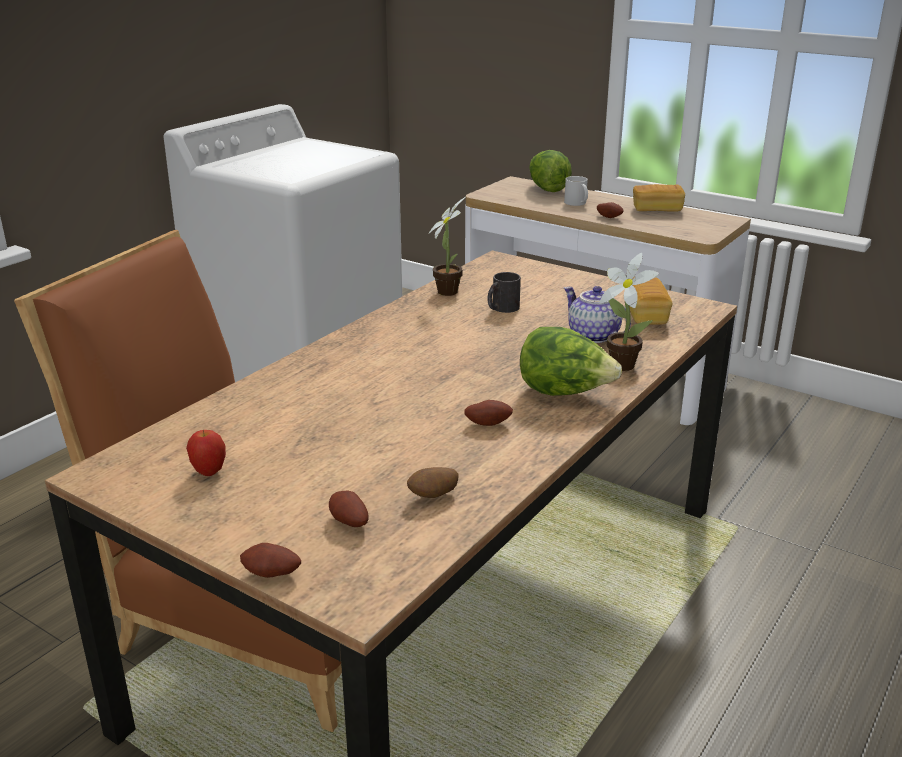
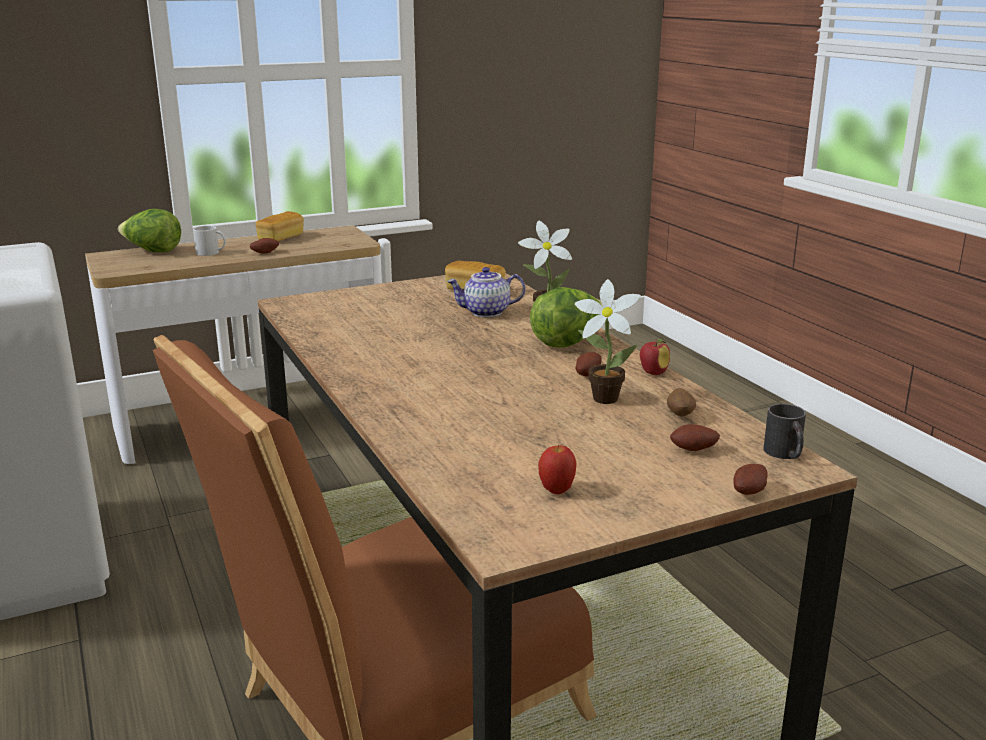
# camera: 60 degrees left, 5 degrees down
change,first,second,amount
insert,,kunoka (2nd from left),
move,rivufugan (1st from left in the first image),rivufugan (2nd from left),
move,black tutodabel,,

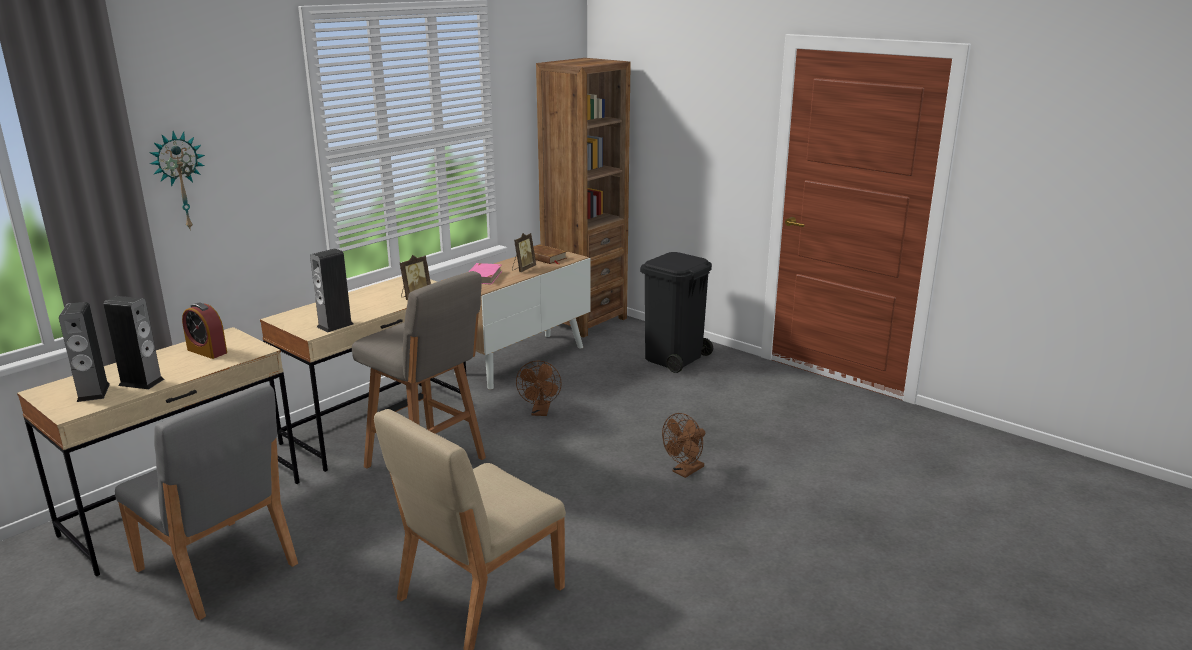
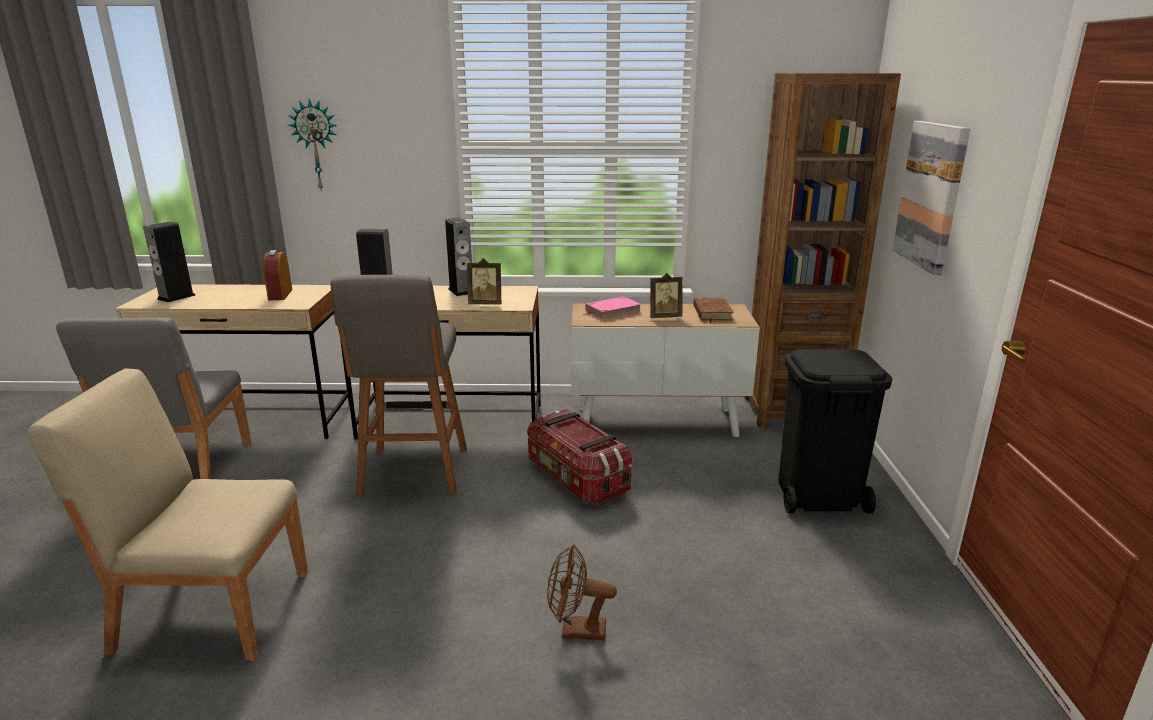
# camera: 50 degrees right, 0 degrees up
change,first,second,amount
insert,,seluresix,
move,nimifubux (2nd from left in the first image),nimifubux (3rd from left),
replace,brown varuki (1st from left),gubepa,

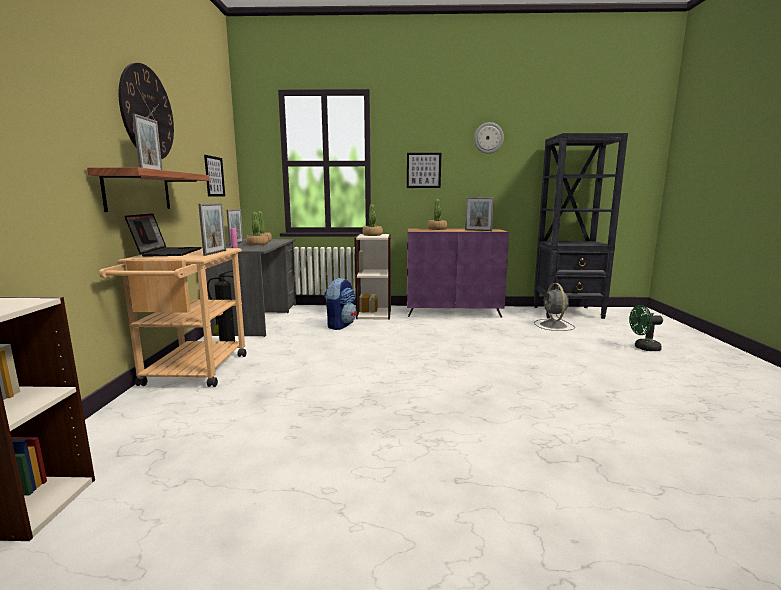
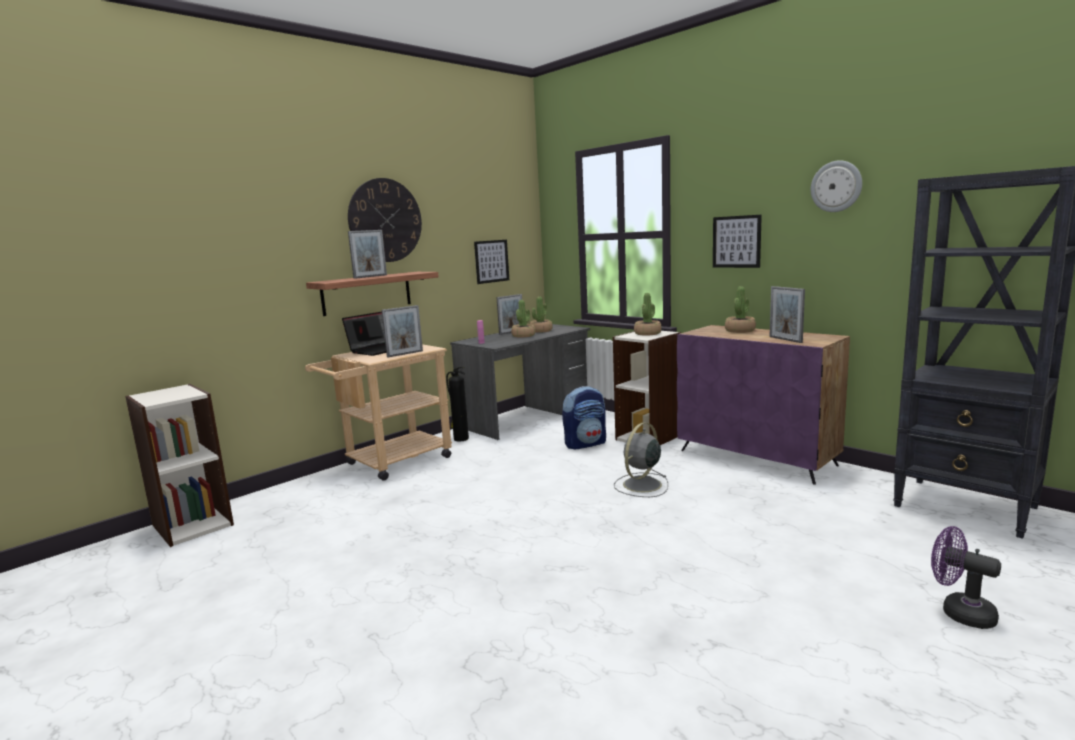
# camera: 45 degrees right, 0 degrees up
change,first,second,amount
move,grey varuki,,
recolor,green varuki,purple varuki,

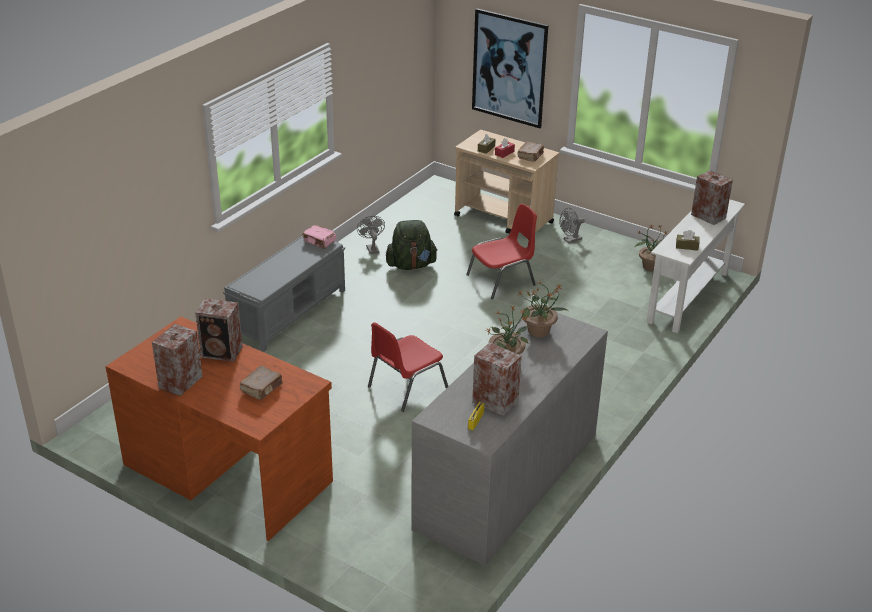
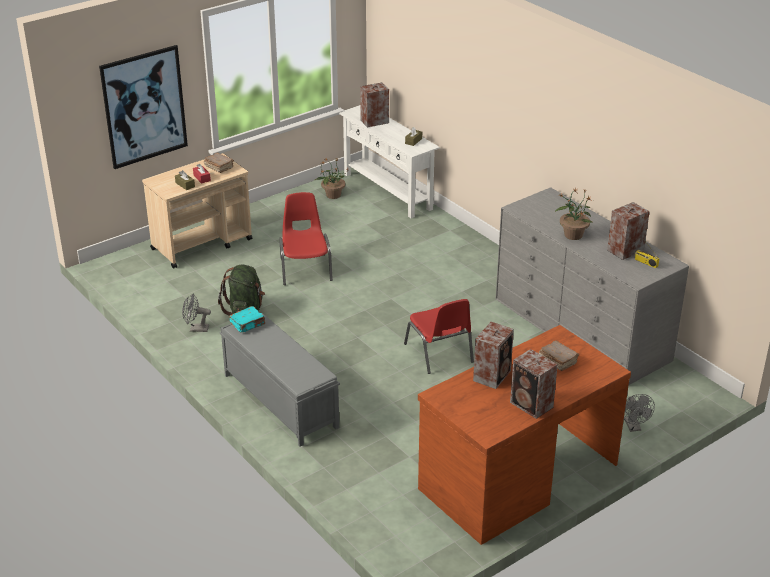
# camera: 70 degrees left, 0 degrees up
change,first,second,amount
delete,rivufugan (2nd from left),,
move,grey varuki (2nd from left),,
recolor,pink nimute,turquoise nimute,

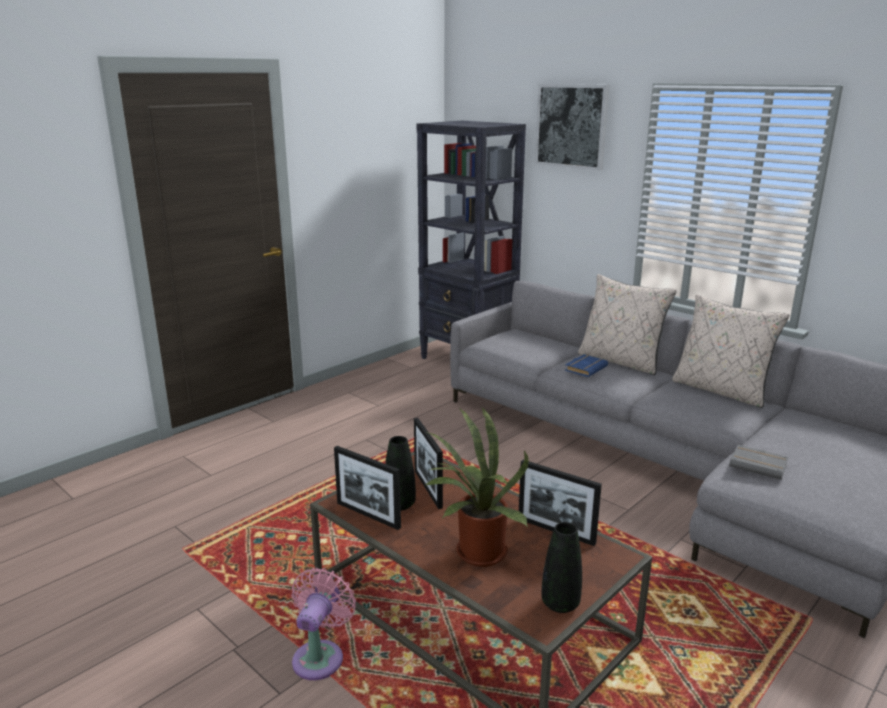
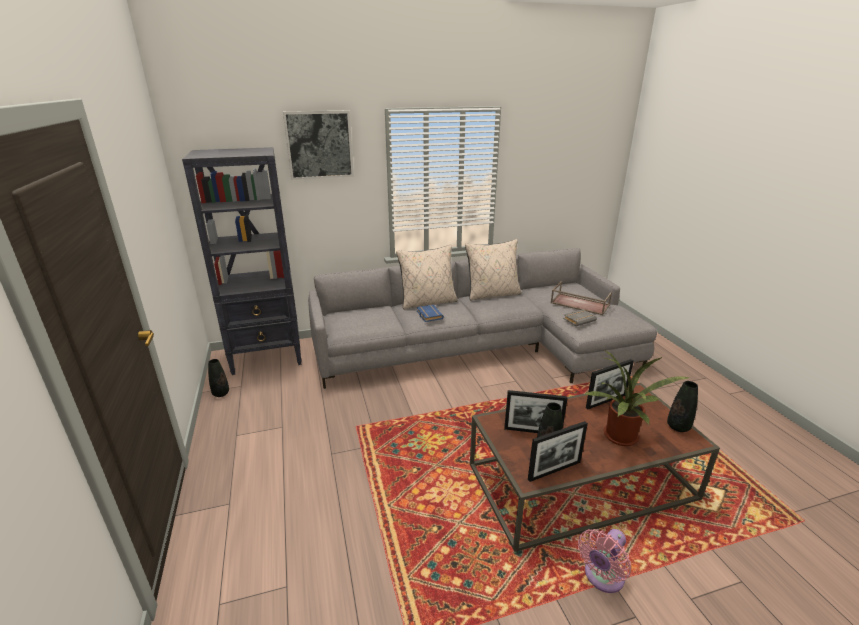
# camera: 60 degrees left, 5 degrees up
change,first,second,amount
insert,,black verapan (1st from left),
insert,,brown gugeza,
rotate,pink varuki,,90 degrees counterclockwise

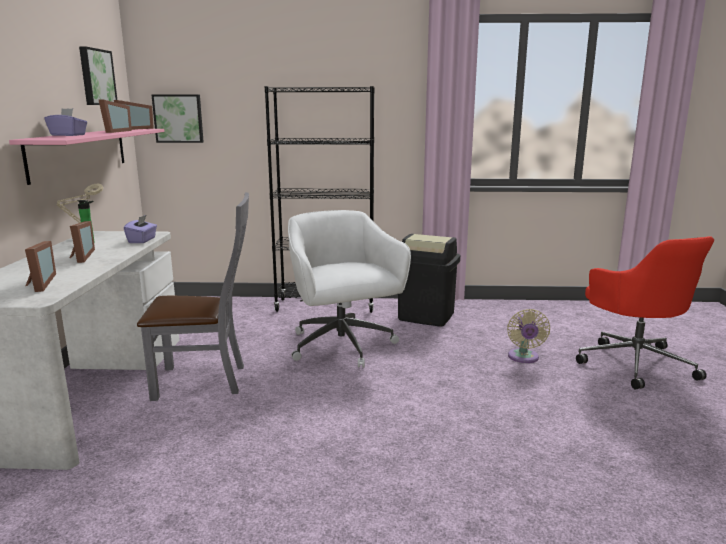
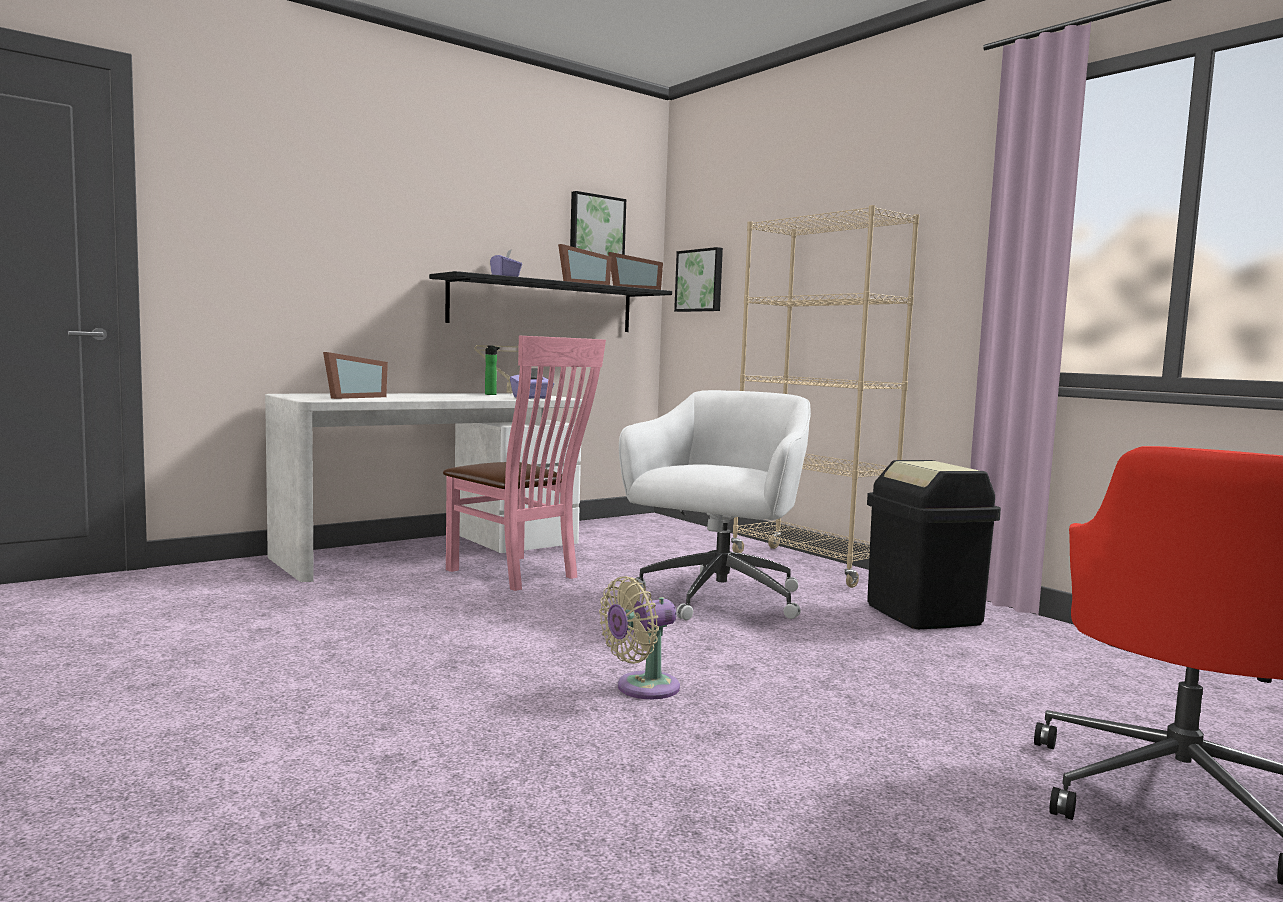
# camera: 50 degrees right, 10 degrees down
change,first,second,amount
delete,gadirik (2nd from left),,
move,beige varuki,,
recolor,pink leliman,black leliman,
recolor,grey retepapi,pink retepapi,
recolor,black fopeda,beige fopeda,

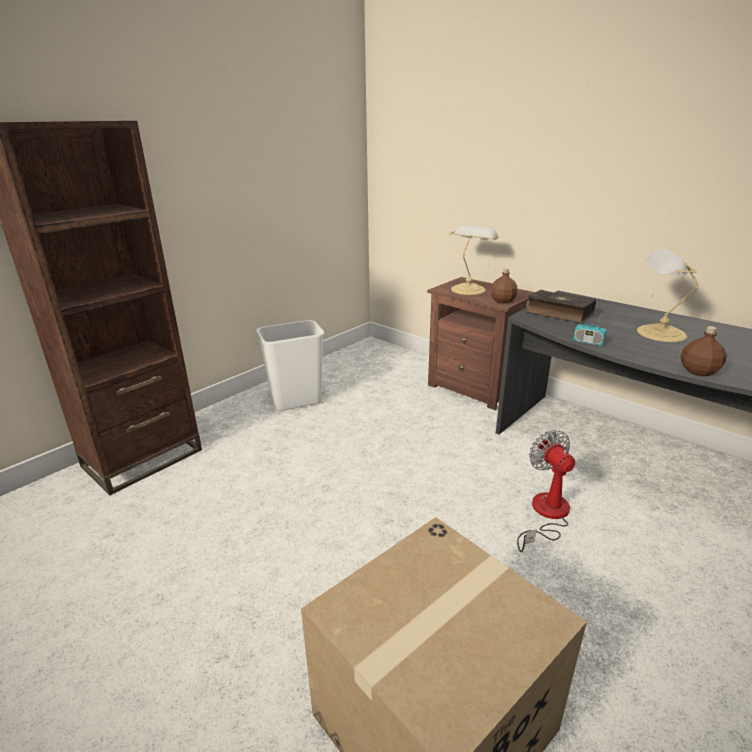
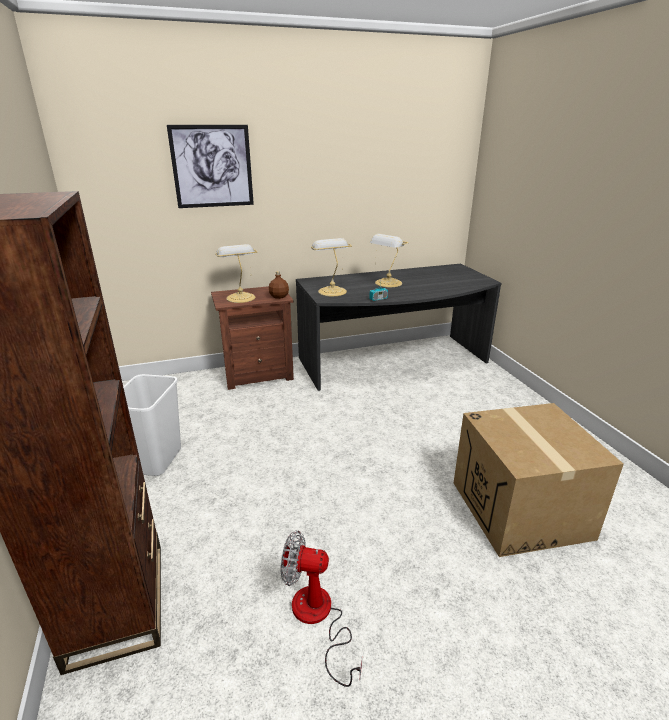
# camera: 60 degrees left, 0 degrees up
change,first,second,amount
delete,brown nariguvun (2nd from left),,
insert,,seluresix,
move,varuki,,
replace,nimute,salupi (2nd from left),

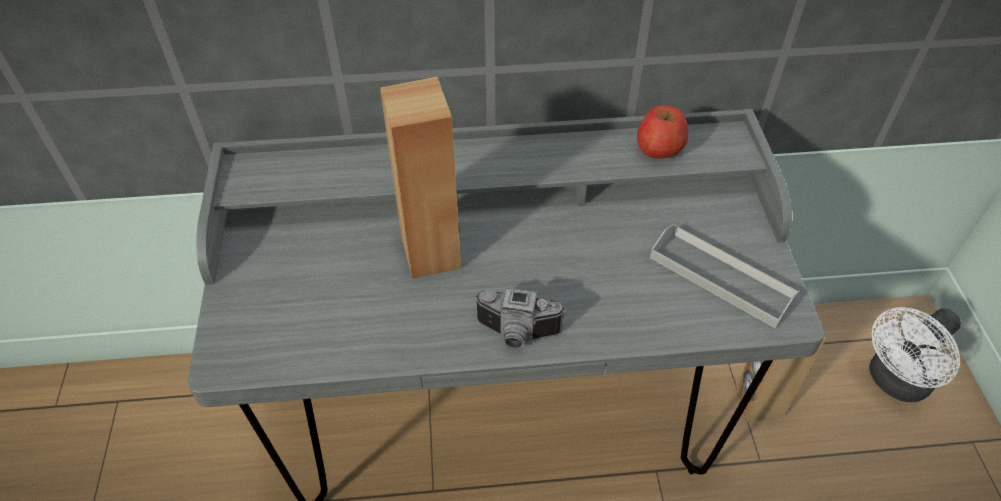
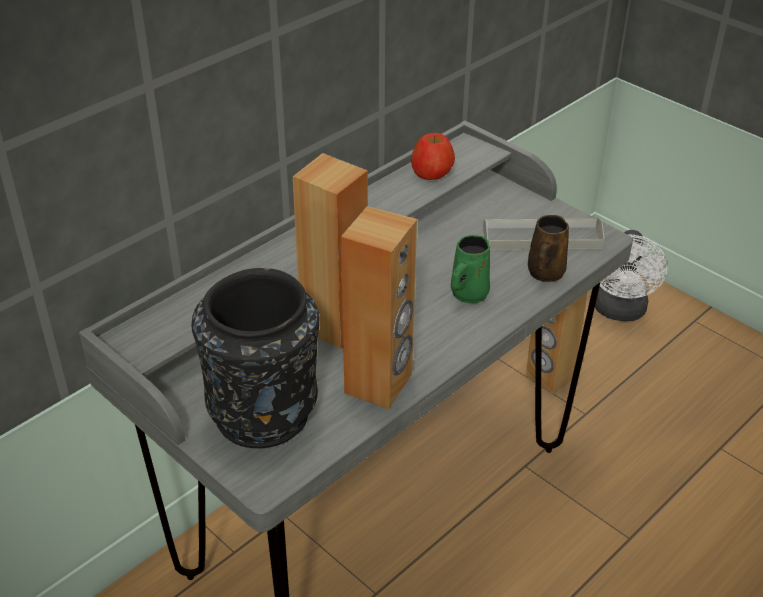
# camera: 40 degrees left, 10 degrees down
change,first,second,amount
delete,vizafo,,
insert,,black verapan,
insert,,brown nimifubux (2nd from left),
insert,,green tutodabel,
insert,,brown tutodabel,

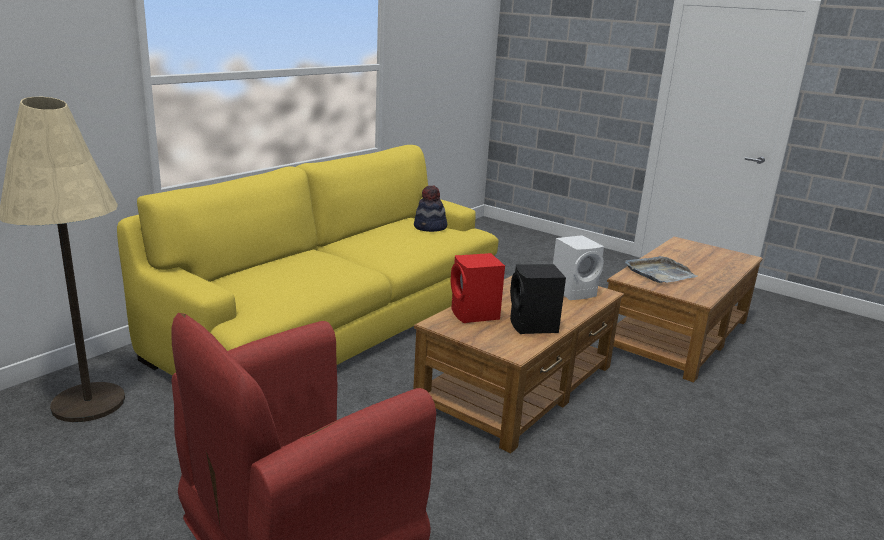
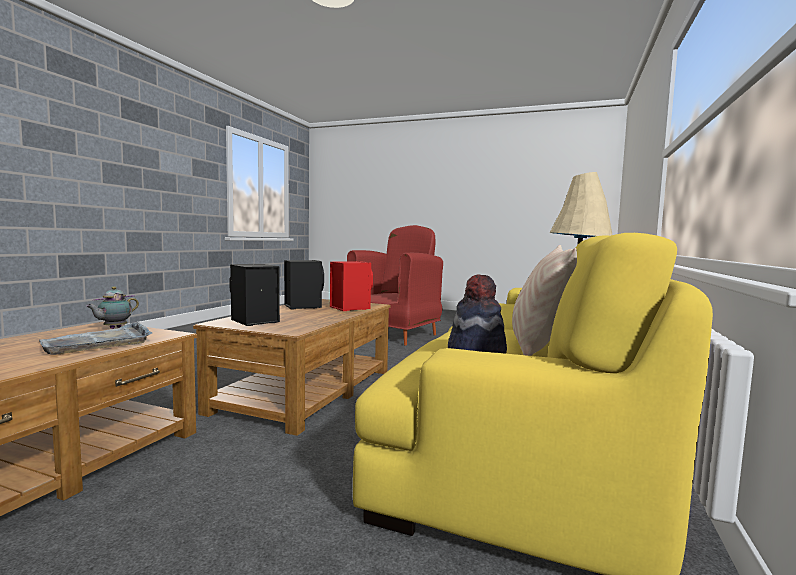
# camera: 165 degrees right, 15 degrees down
change,first,second,amount
insert,,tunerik,
insert,,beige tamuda,
recolor,white nimifubux,black nimifubux (1st from left),

